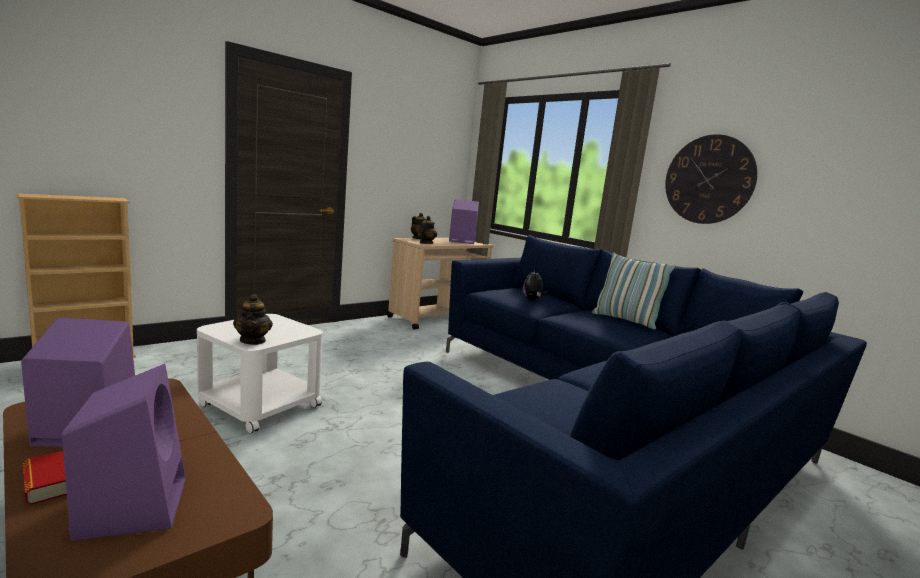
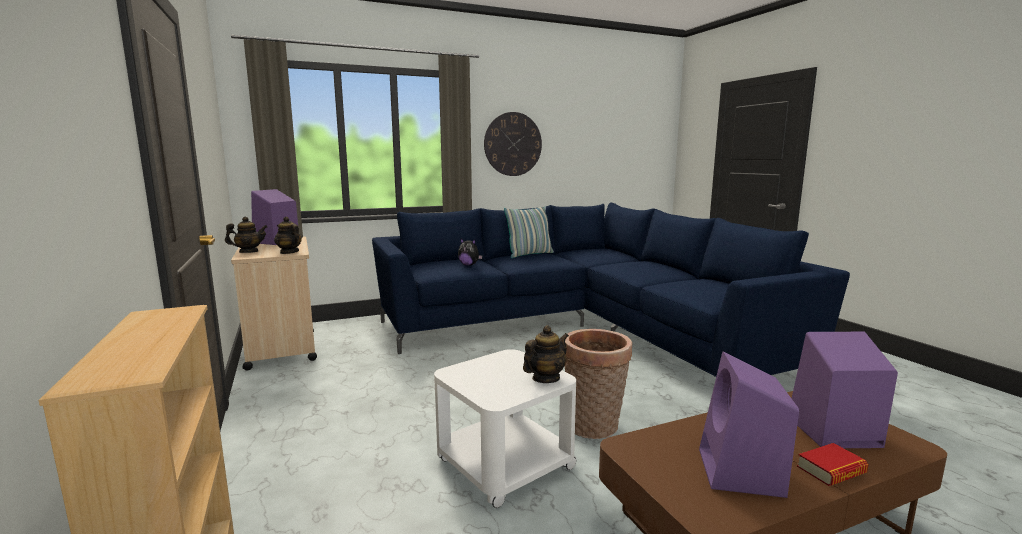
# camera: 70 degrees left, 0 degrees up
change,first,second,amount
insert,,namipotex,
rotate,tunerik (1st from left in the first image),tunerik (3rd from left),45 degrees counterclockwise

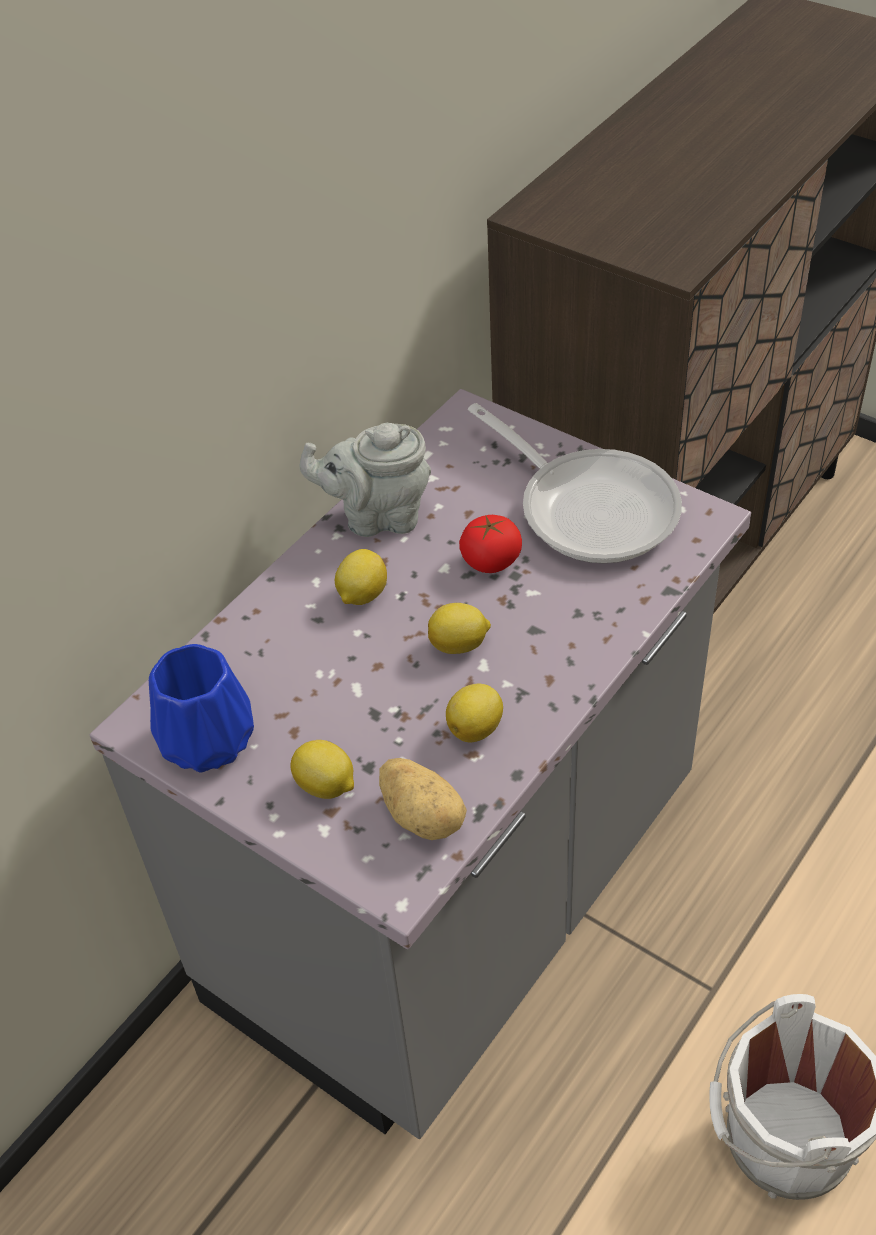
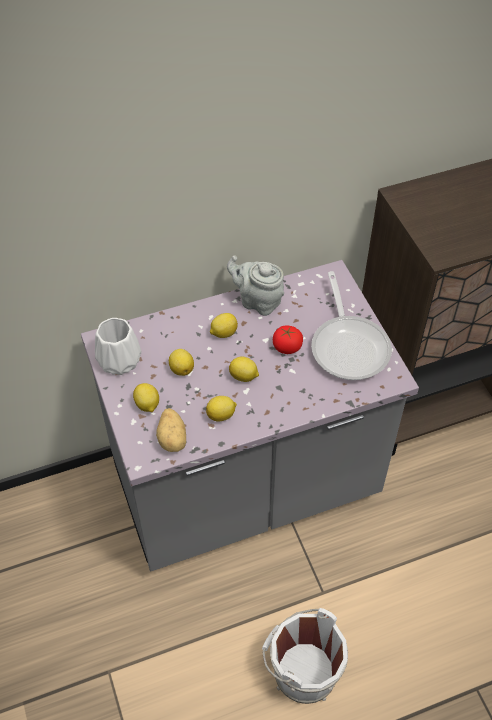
# camera: 30 degrees right, 5 degrees up
change,first,second,amount
insert,,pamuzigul (2nd from left),
recolor,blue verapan,white verapan,

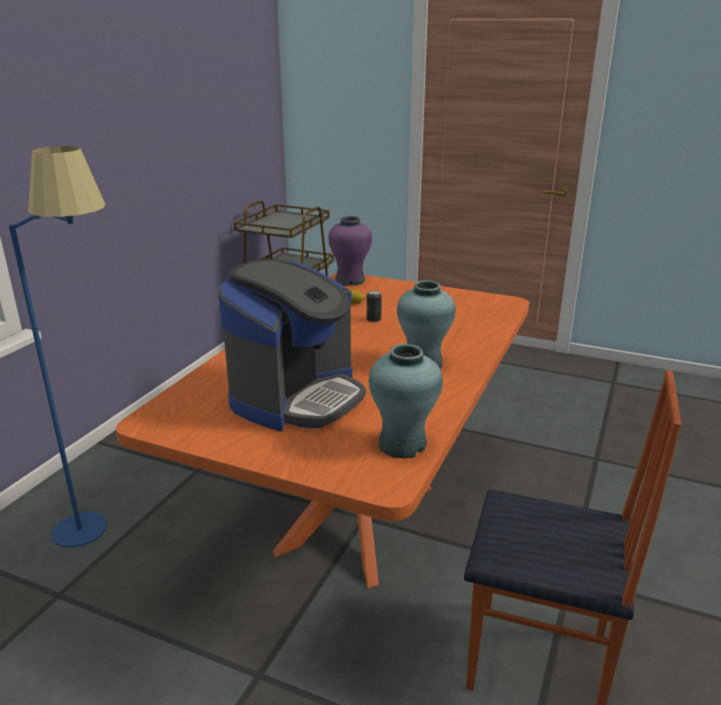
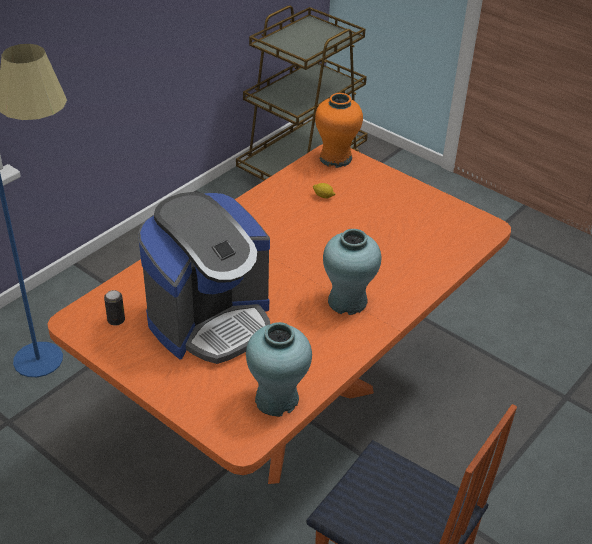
# camera: 15 degrees right, 15 degrees up
change,first,second,amount
move,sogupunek,,
recolor,purple verapan,orange verapan,

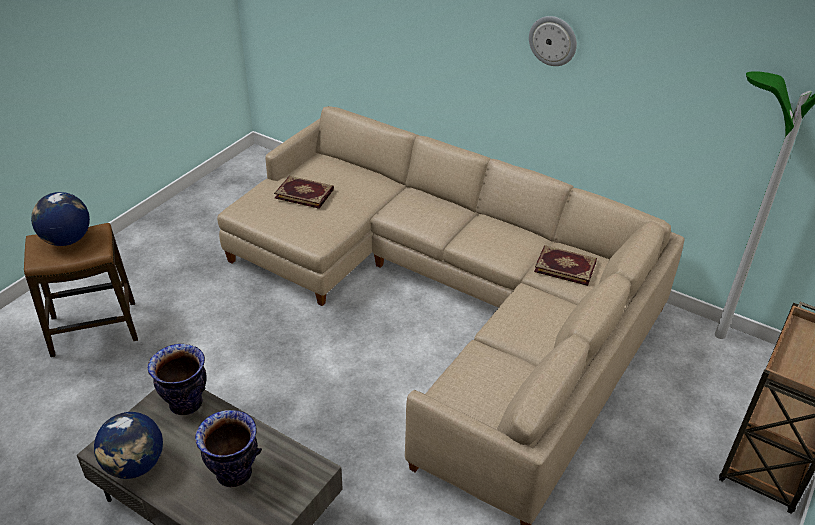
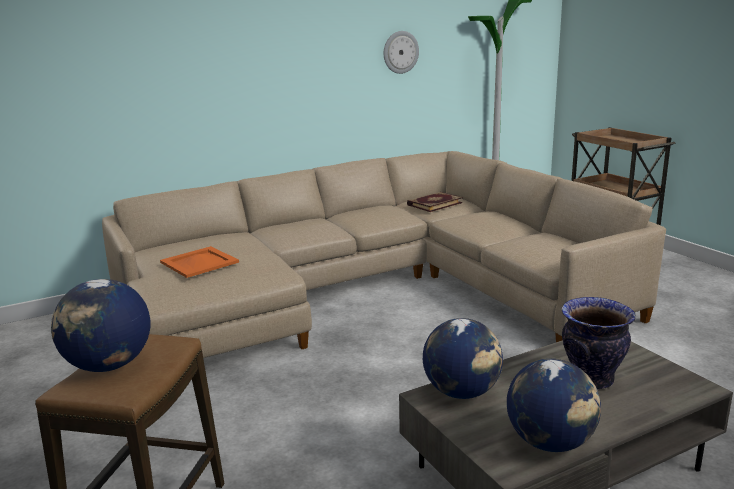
# camera: 60 degrees left, 20 degrees down
change,first,second,amount
move,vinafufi,,
replace,verapan (1st from left),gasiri (2nd from left),
replace,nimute (1st from left),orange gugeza,

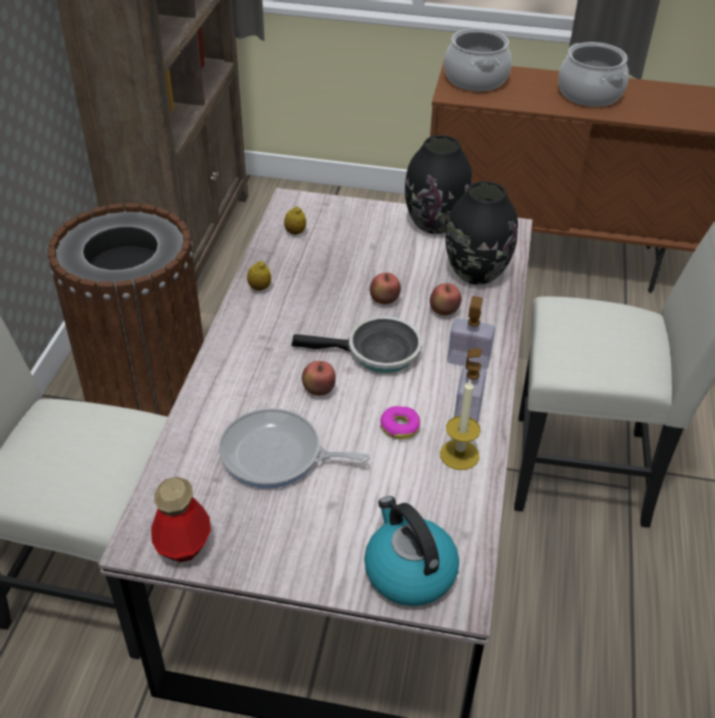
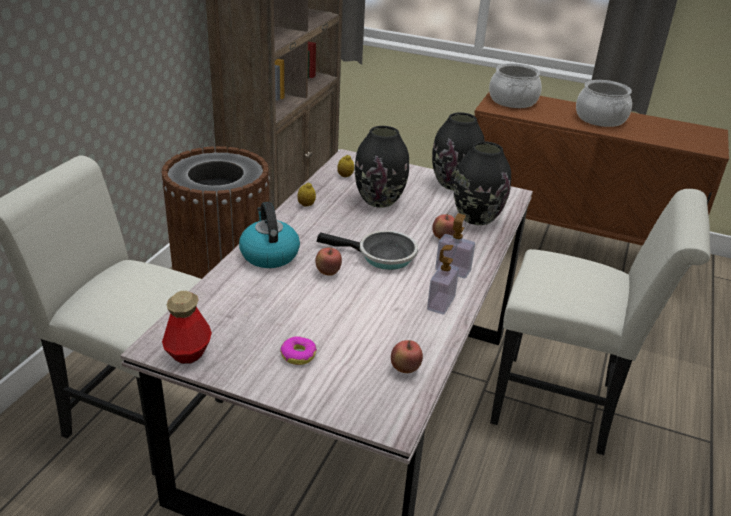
# camera: 10 degrees right, 10 degrees down
change,first,second,amount
delete,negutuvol (1st from left),,
delete,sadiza,,
insert,,black verapan (1st from left),
move,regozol,,
move,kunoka (2nd from left),,
move,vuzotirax,,

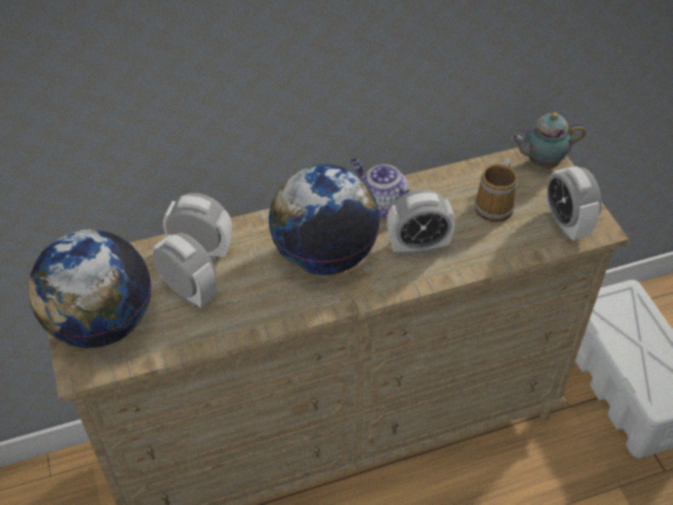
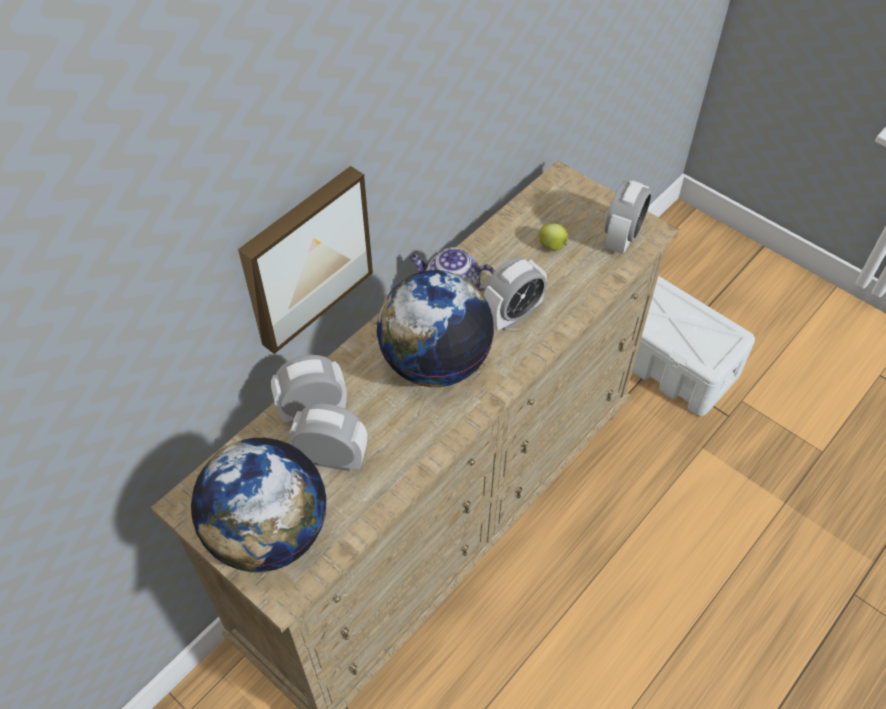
# camera: 30 degrees left, 5 degrees up
change,first,second,amount
delete,tunerik (2nd from left),,
insert,,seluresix,
replace,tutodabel,kunoka,
rotate,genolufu (4th from left),,105 degrees counterclockwise

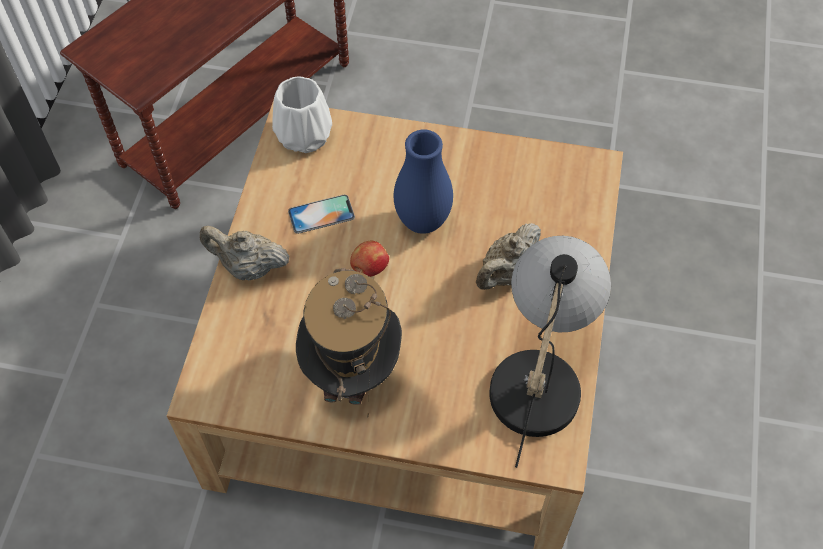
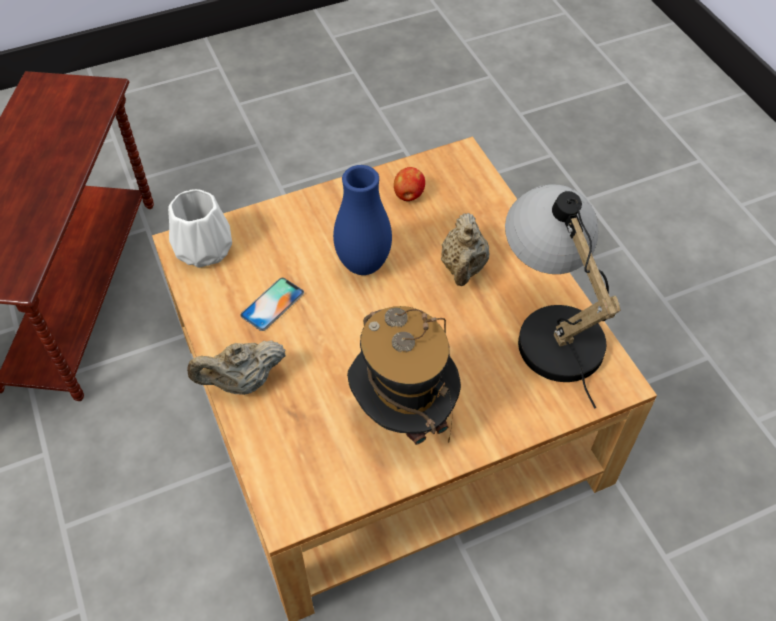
# camera: 35 degrees left, 5 degrees down
change,first,second,amount
move,kunoka,,

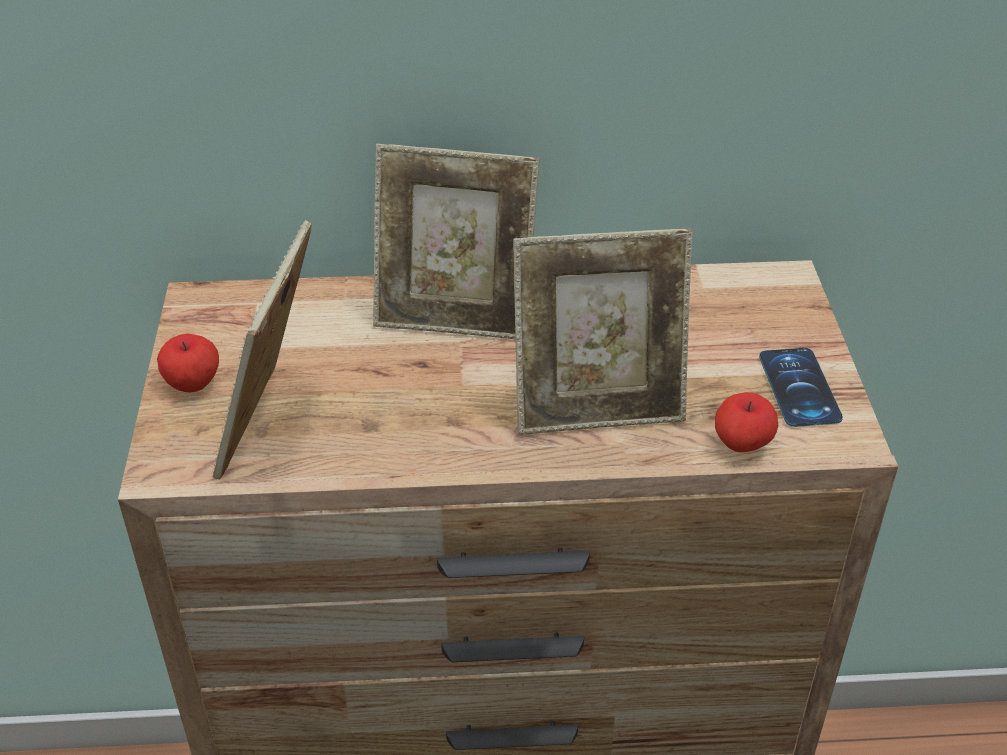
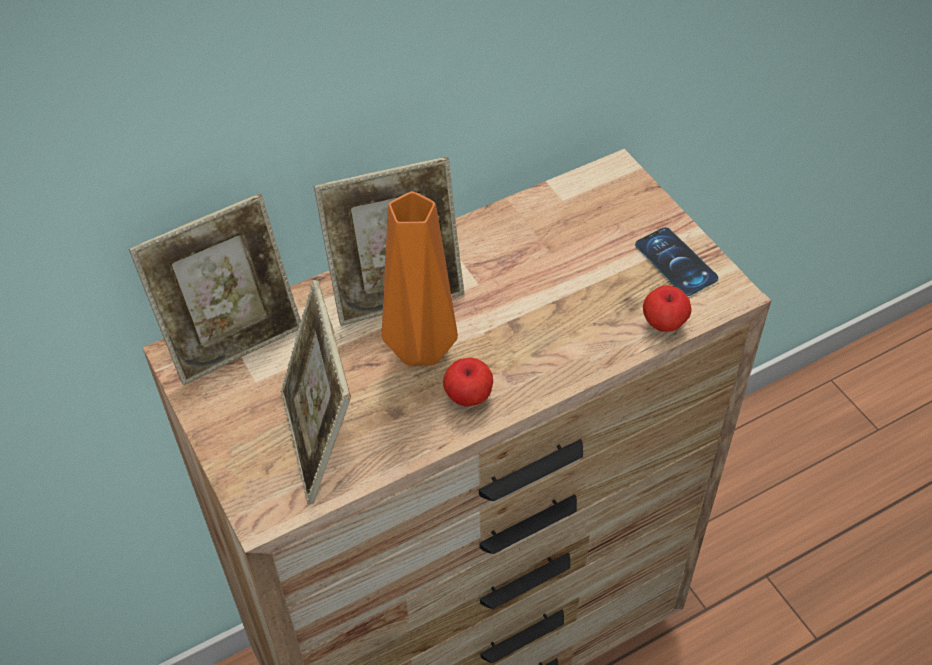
# camera: 25 degrees left, 10 degrees up
change,first,second,amount
insert,,orange verapan,
move,kunoka (1st from left),,
move,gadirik (3rd from left in the first image),gadirik (1st from left),

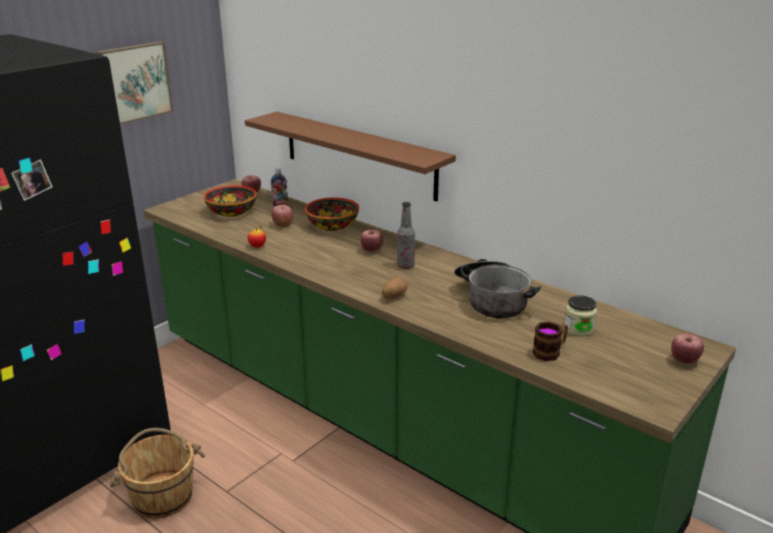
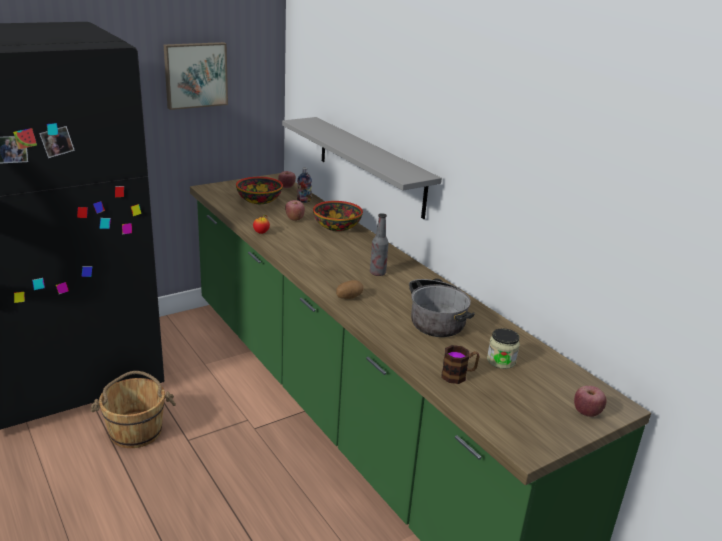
# camera: 15 degrees right, 0 degrees up
change,first,second,amount
delete,kunoka (4th from left),,
recolor,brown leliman,grey leliman,

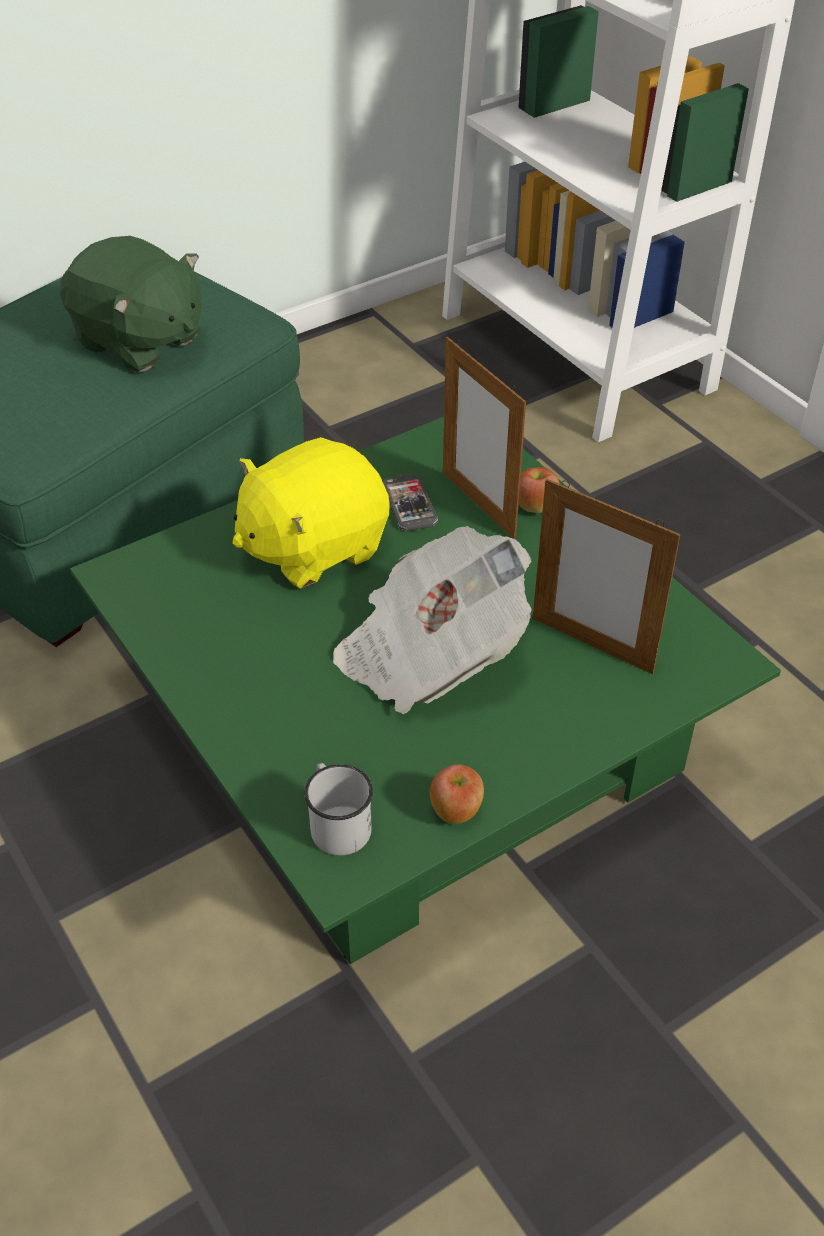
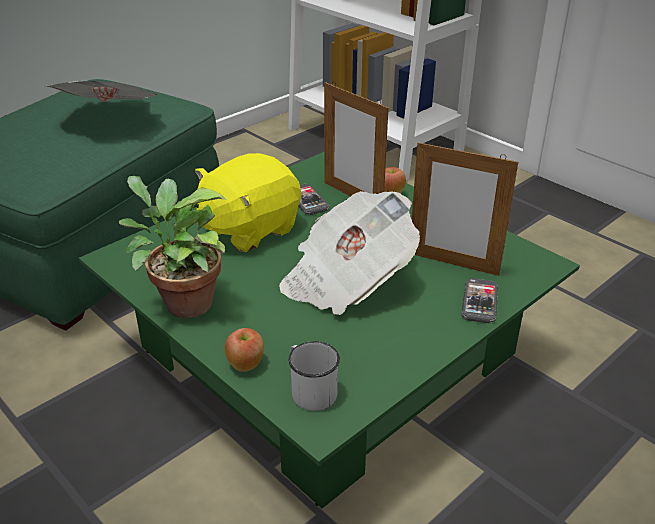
# camera: 10 degrees left, 10 degrees down
change,first,second,amount
insert,,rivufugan,
insert,,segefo (2nd from left),
move,kunoka (1st from left),,
replace,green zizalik,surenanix (1st from left),

